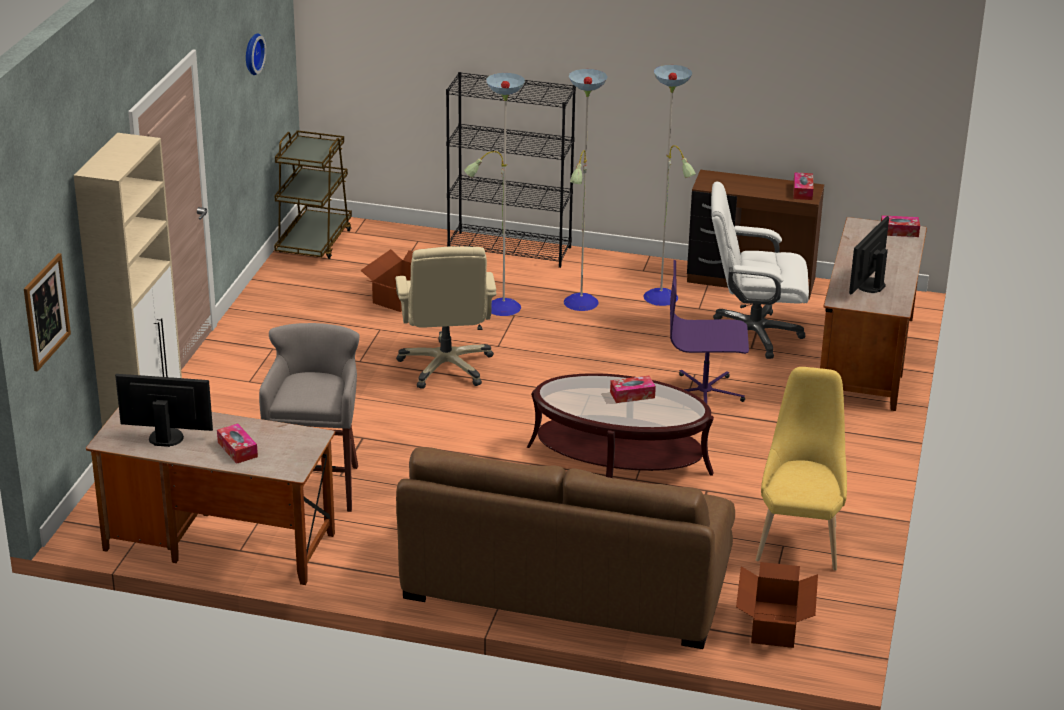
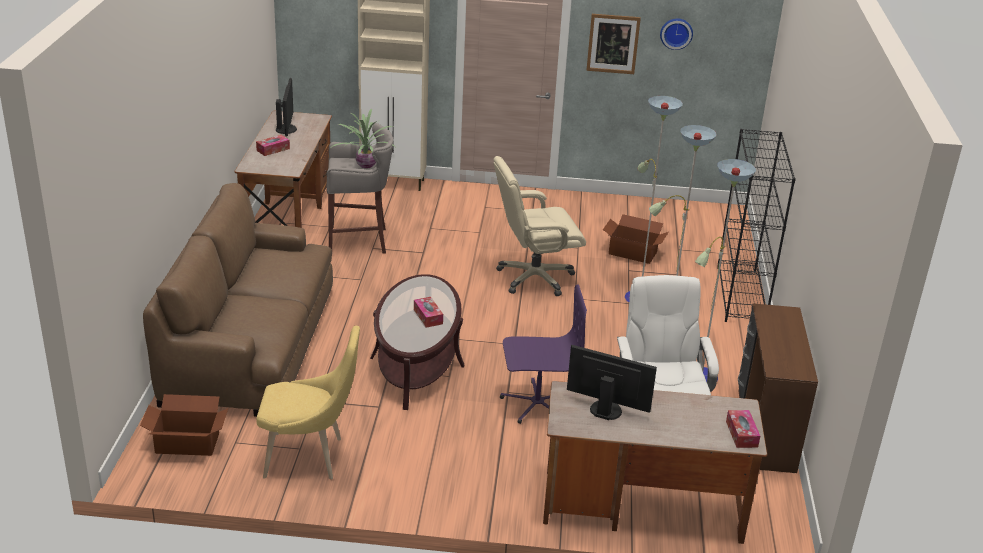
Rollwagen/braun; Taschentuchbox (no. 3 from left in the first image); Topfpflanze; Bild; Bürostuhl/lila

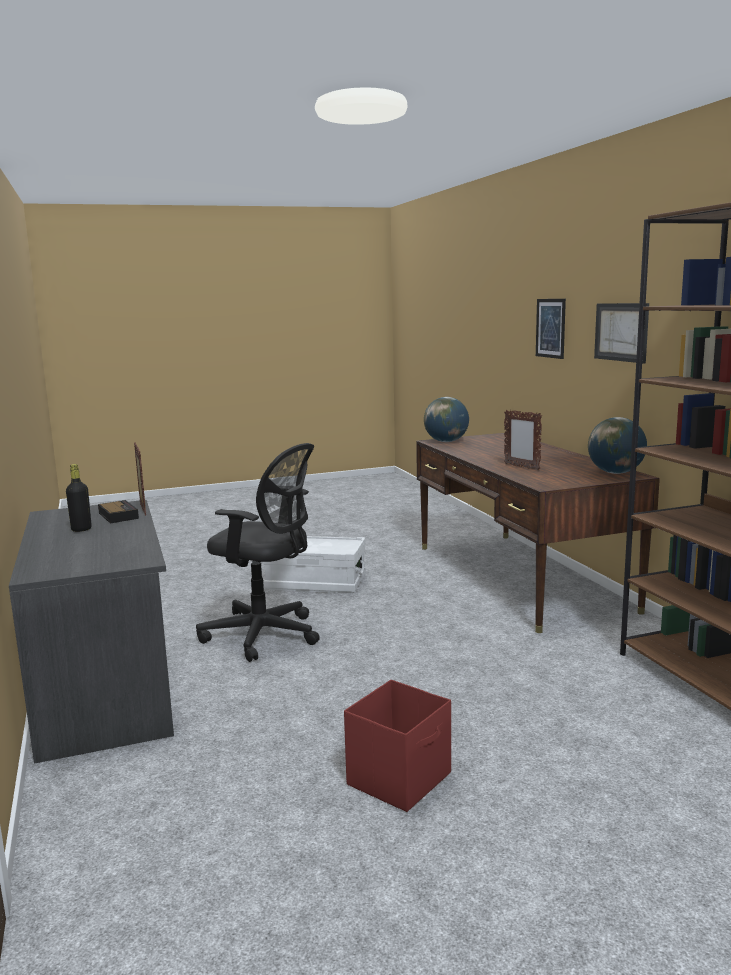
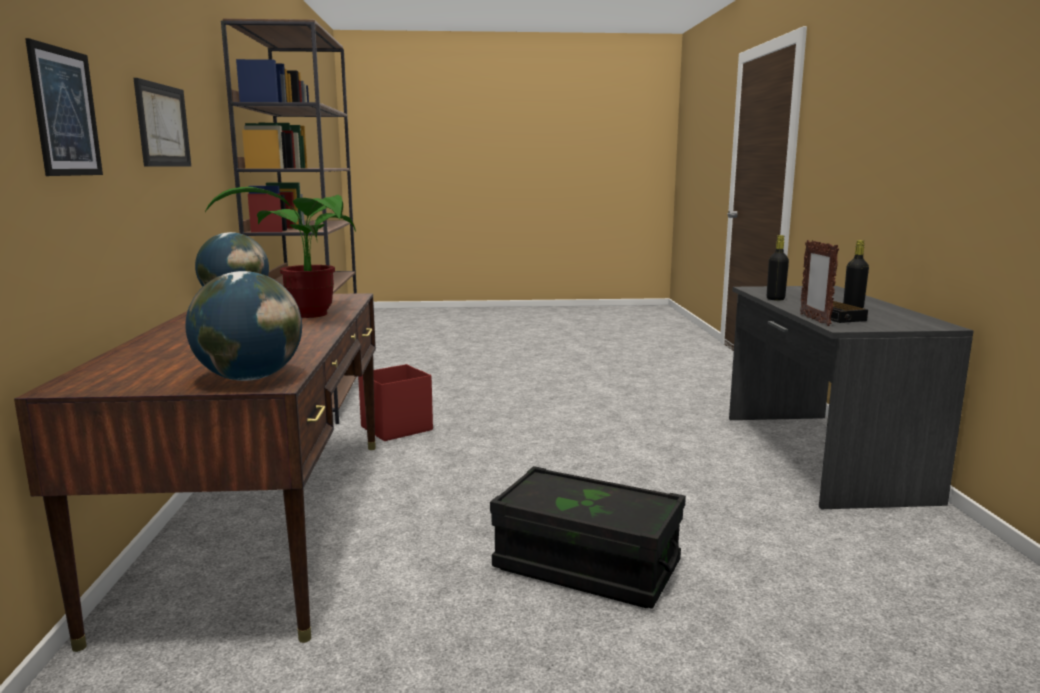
Bürostuhl/schwarz; Flasche/schwarz (no. 1 from left); Aufbewahrungsbox/rot; Topfpflanze; Aufbewahrungsbox/schwarz

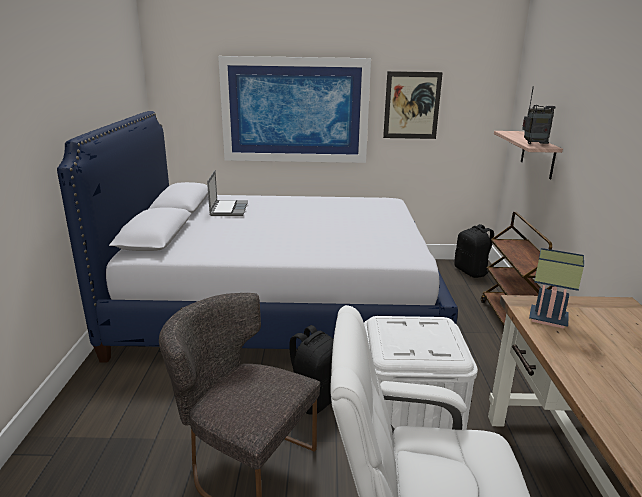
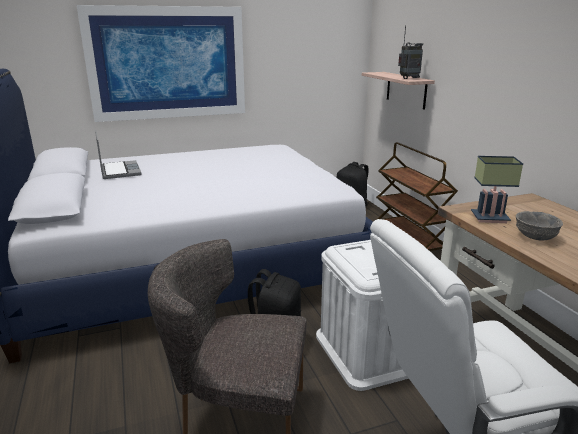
Bild (no. 2 from left in the first image); Schüssel/grau

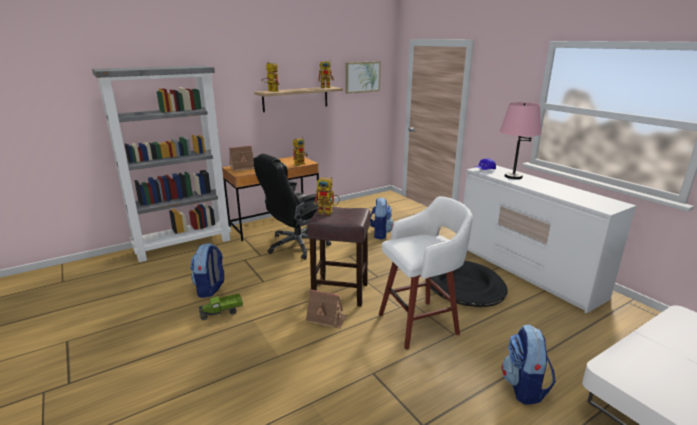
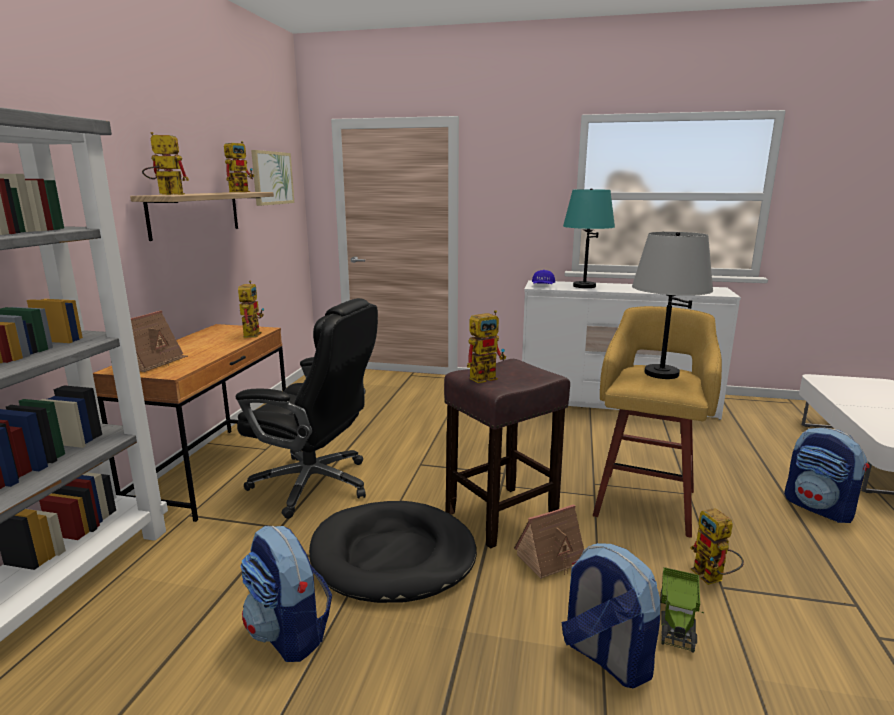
Tischlampe/grau; Spielzeugroboter (no. 5 from left); Spielzeuglaster; Rucksack (no. 2 from left); Hundebett/schwarz; Hocker/gelb; Tischlampe/türkis; Bürostuhl/schwarz

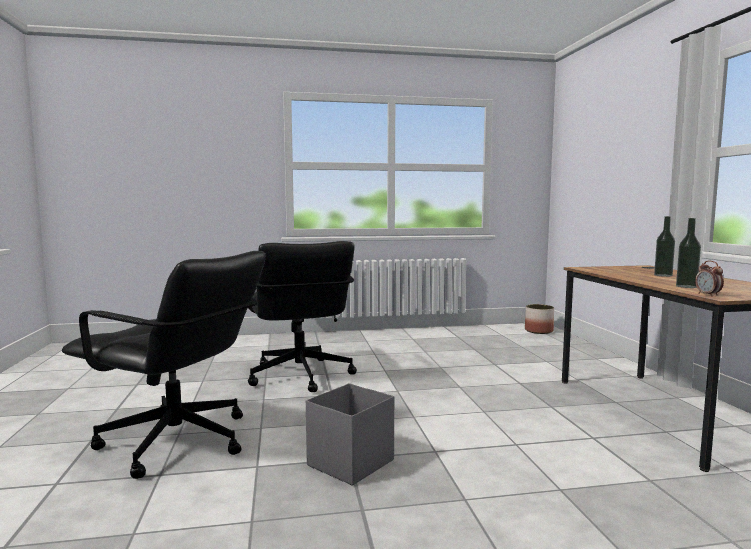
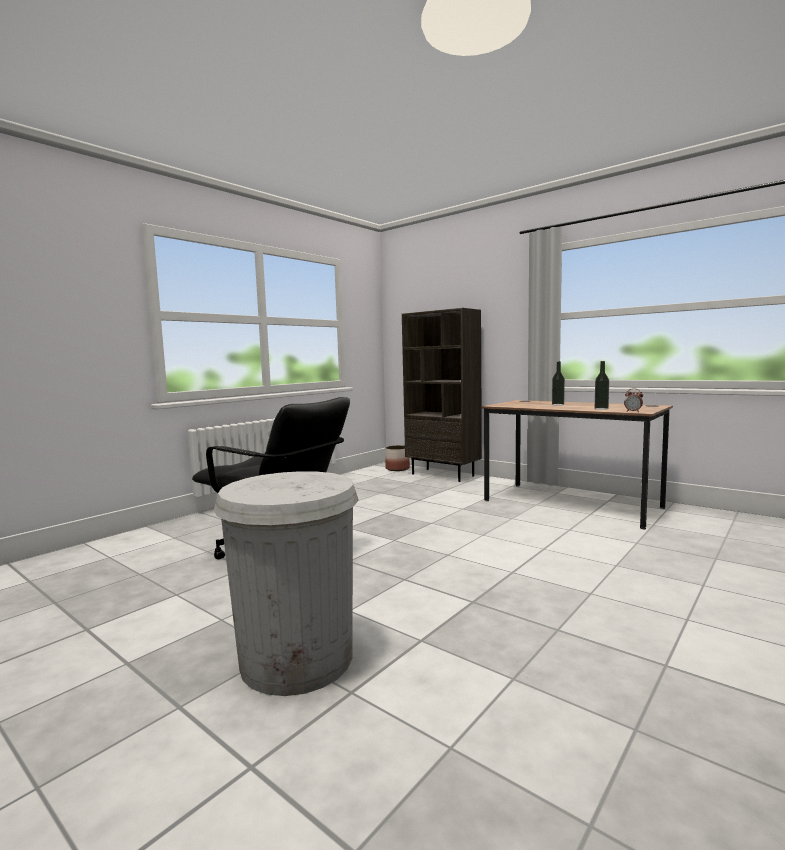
Aufbewahrungsbox/grau; Bücherregal/braun; Mülleimer/weiß

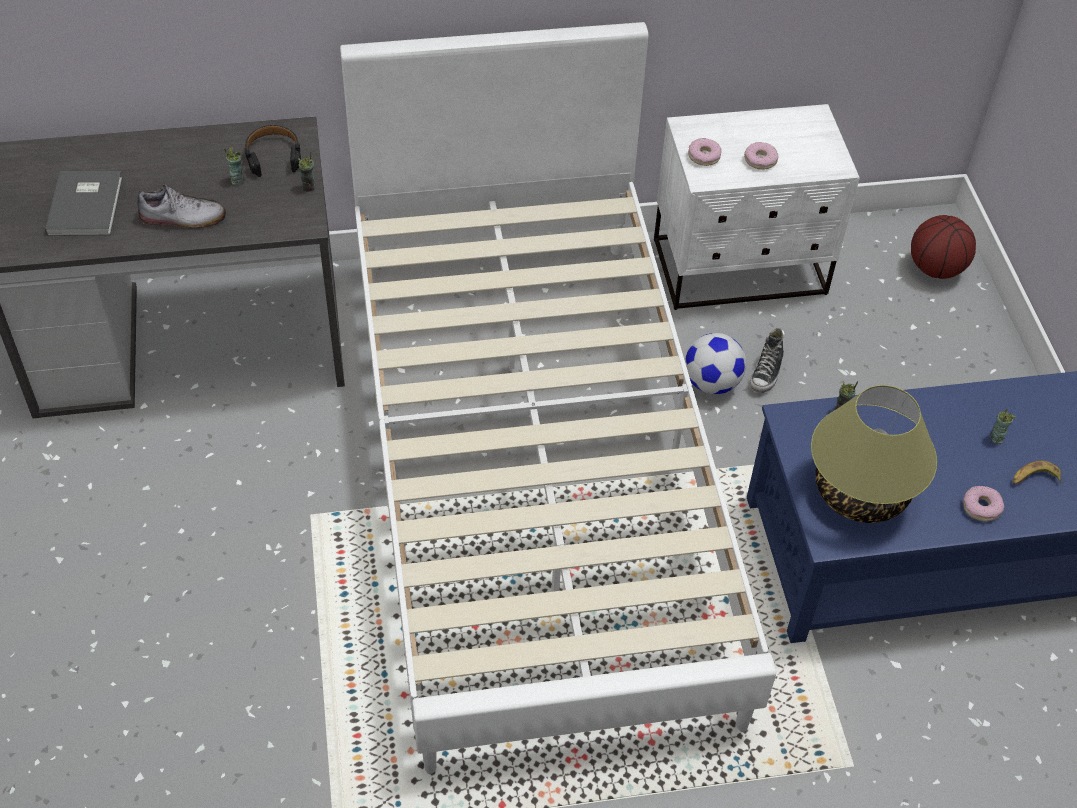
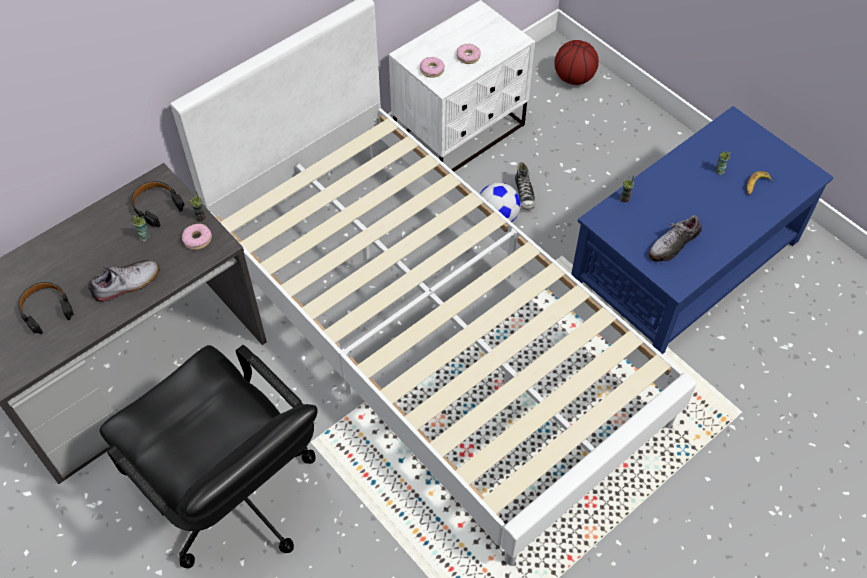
Bürostuhl/schwarz; Donut (no. 1 from left); Kopfhörer/schwarz (no. 1 from left); Schuh (no. 3 from left)

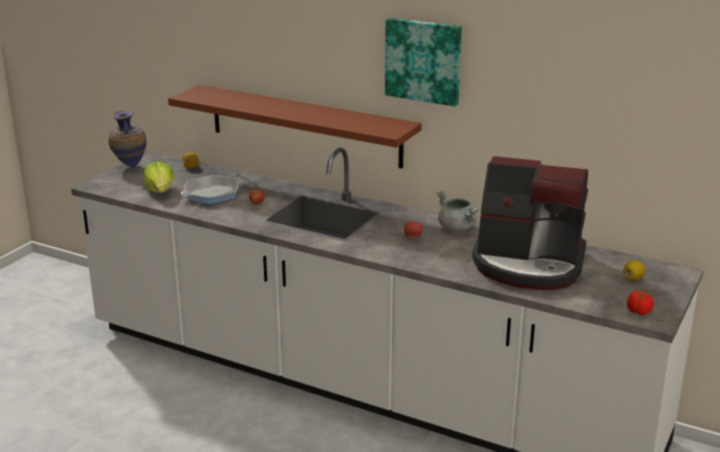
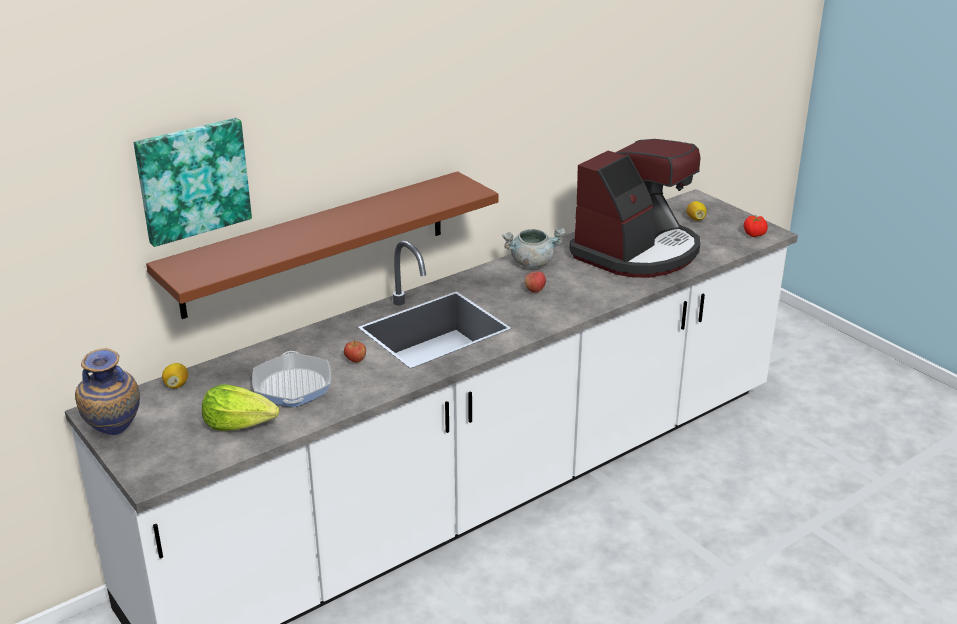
Bild

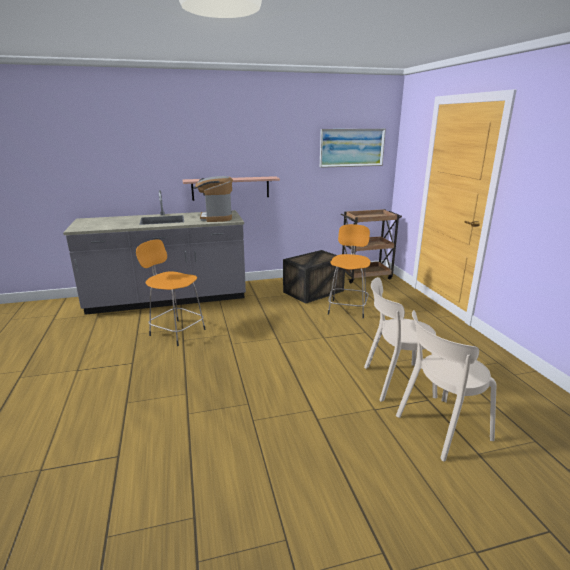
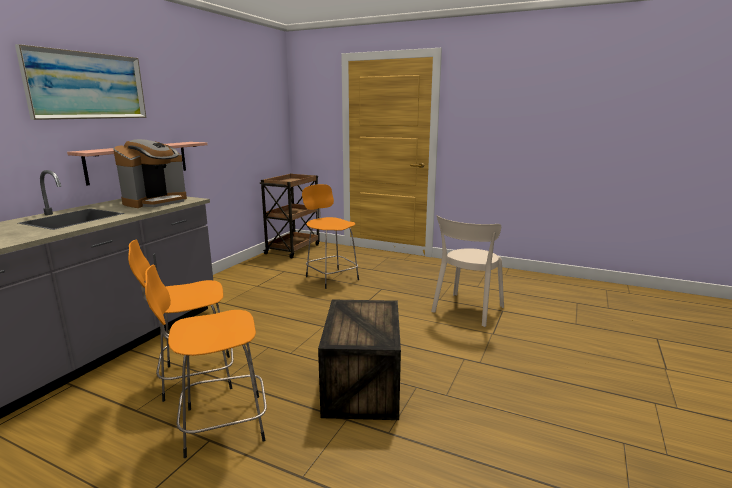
Stuhl/beige (no. 2 from left in the first image); Hocker/orange (no. 2 from left); Kiste; Bild; Kaffeemaschine

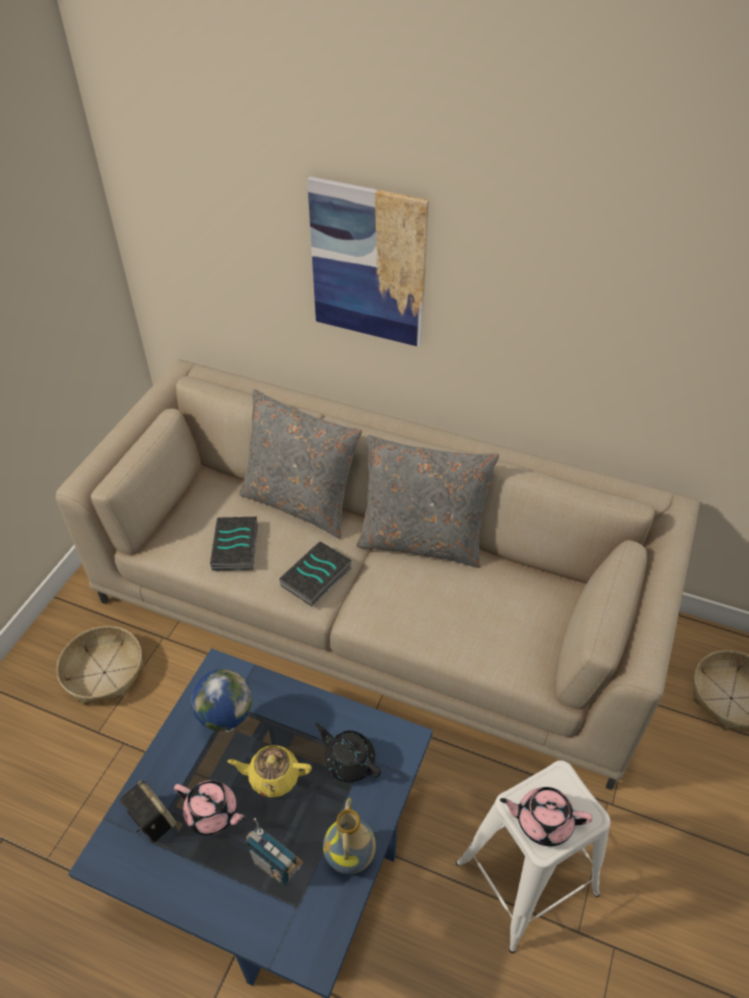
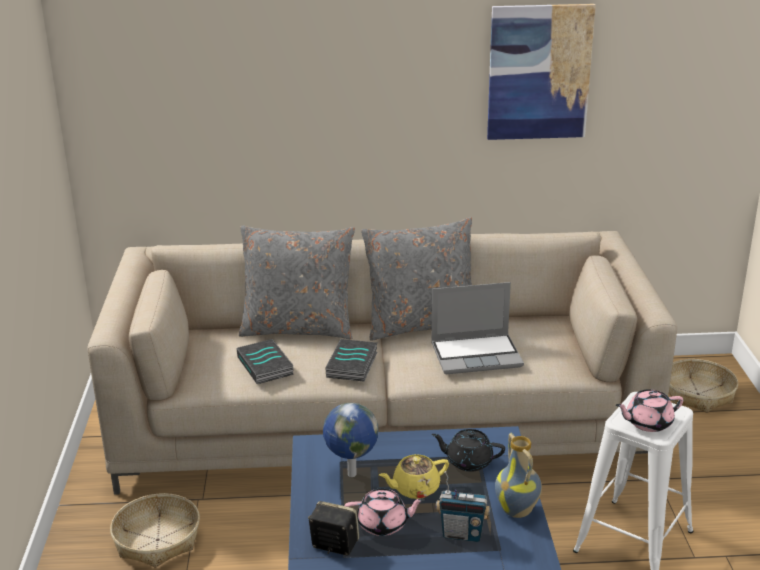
Laptop; Bild

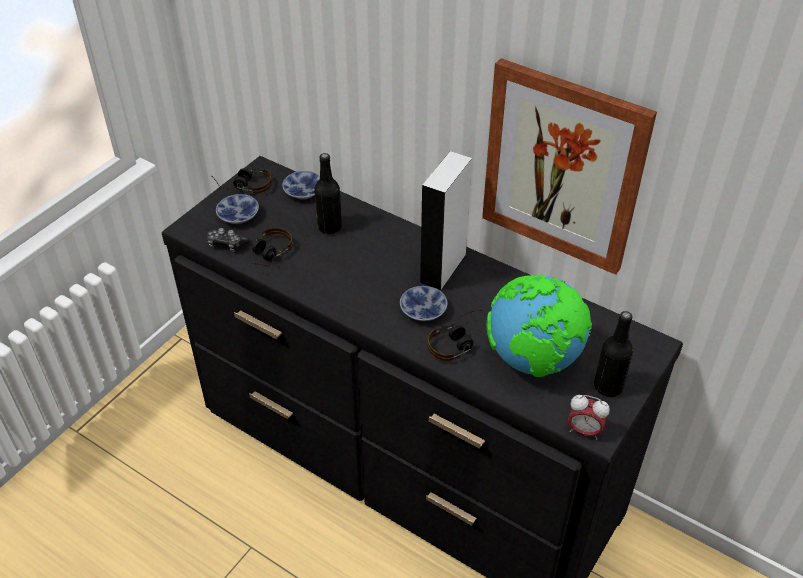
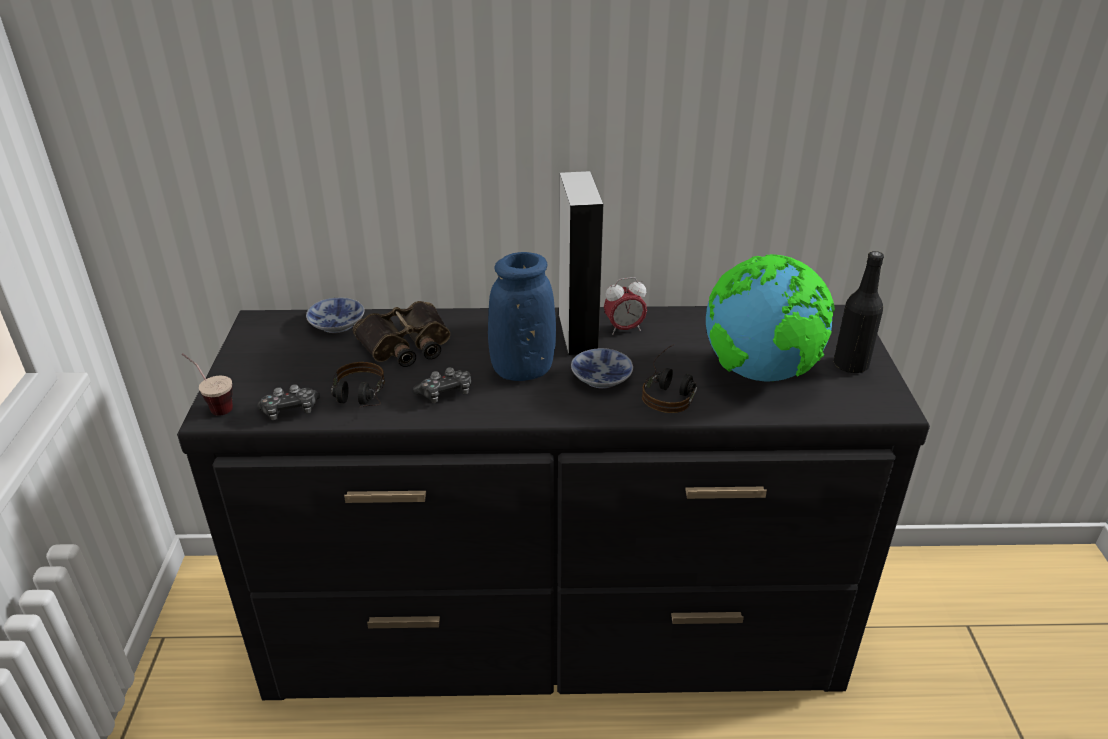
Kopfhörer (no. 1 from left in the first image); Schüssel (no. 1 from left in the first image); Bild; Tasse; Gamepad (no. 2 from left); Vase/blau; Wecker; Fernglas

